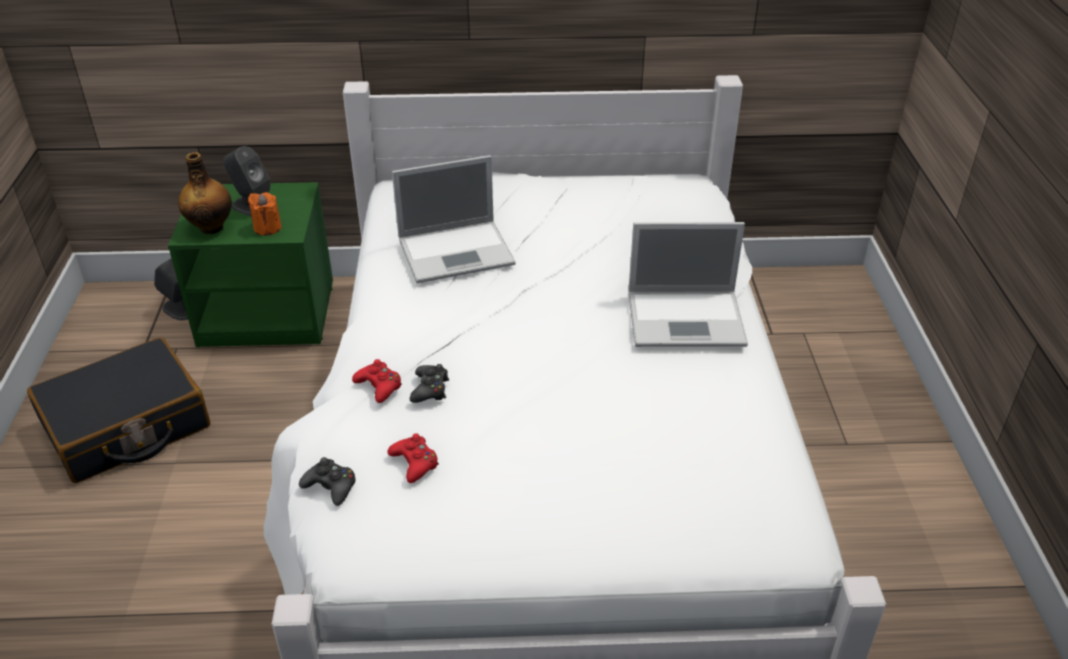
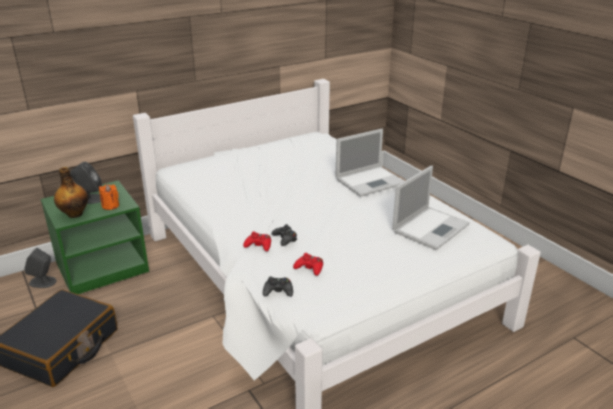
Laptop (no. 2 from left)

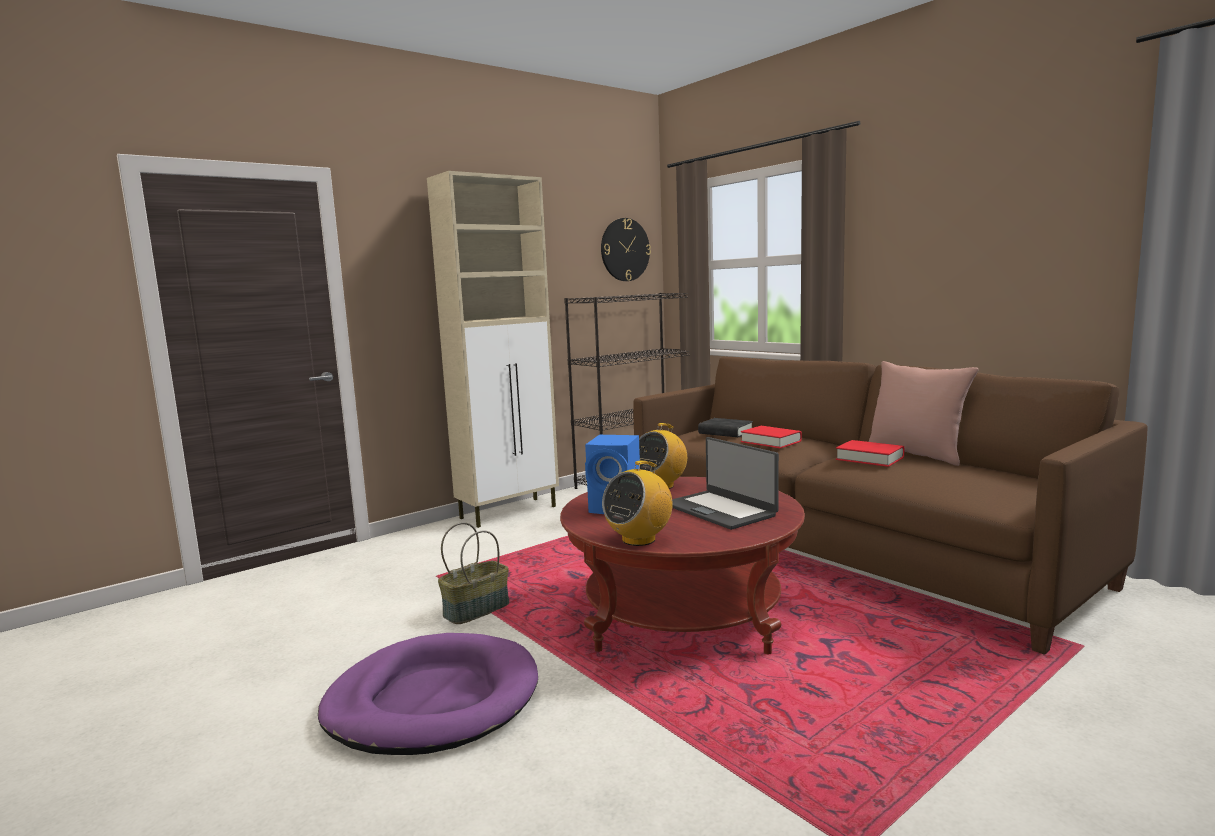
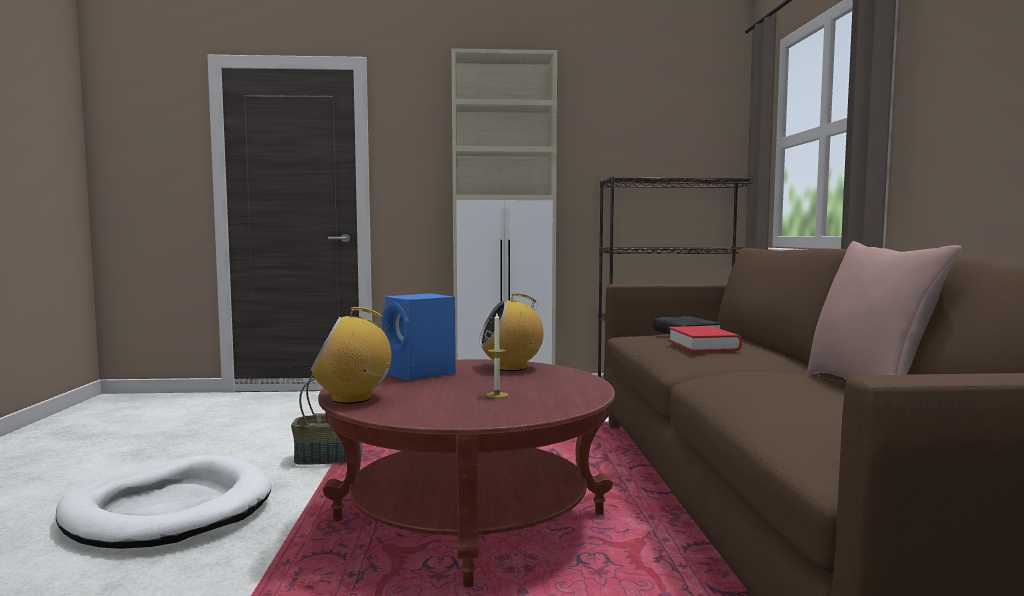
Wanduhr; Buch/rot (no. 2 from left in the first image); Kerze; Hundebett/weiß

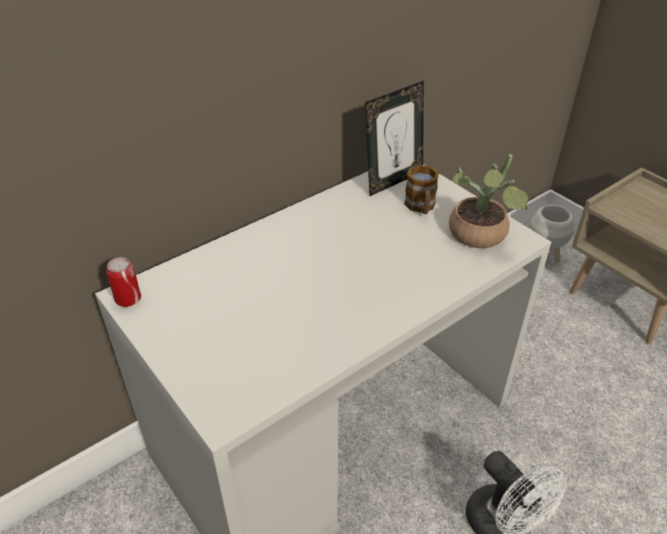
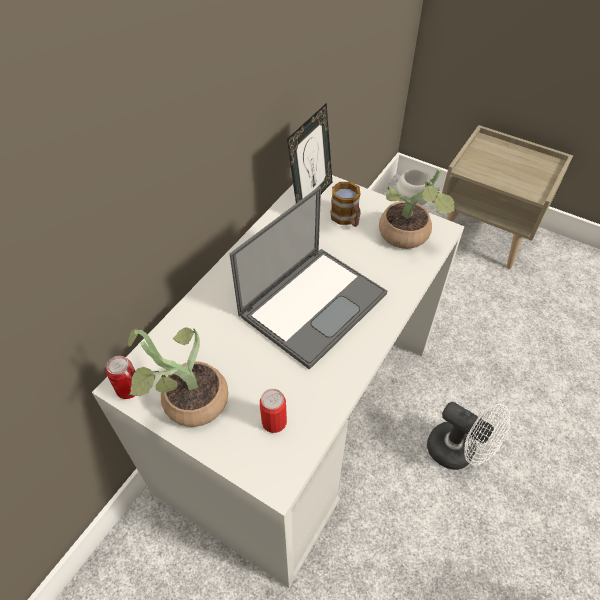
Topfpflanze (no. 1 from left); Laptop; Dose (no. 2 from left)

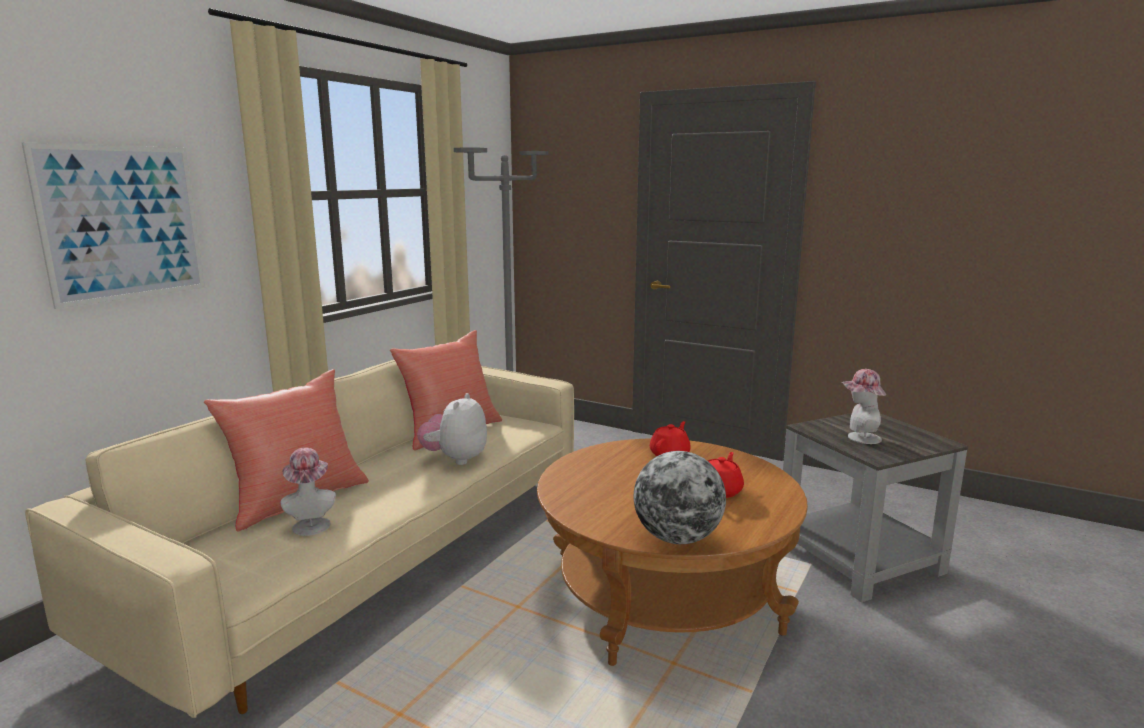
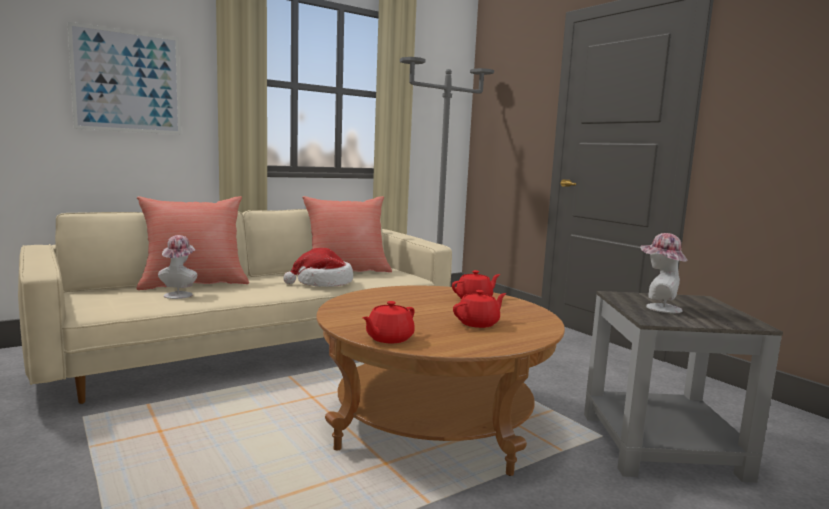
Hut (no. 2 from left); Teekanne/rot (no. 1 from left)

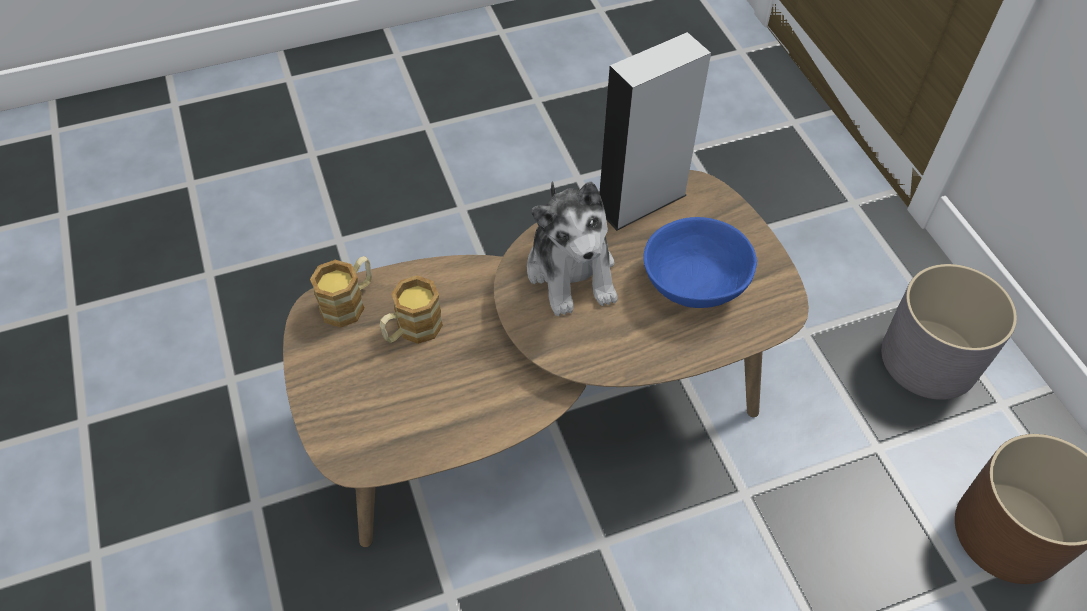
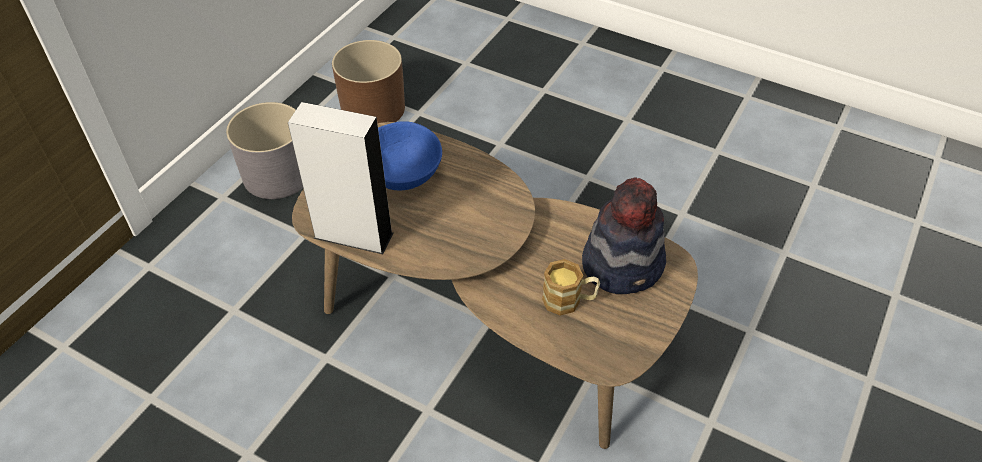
Henkelbecher (no. 1 from left in the first image); Plüschtier; Hut

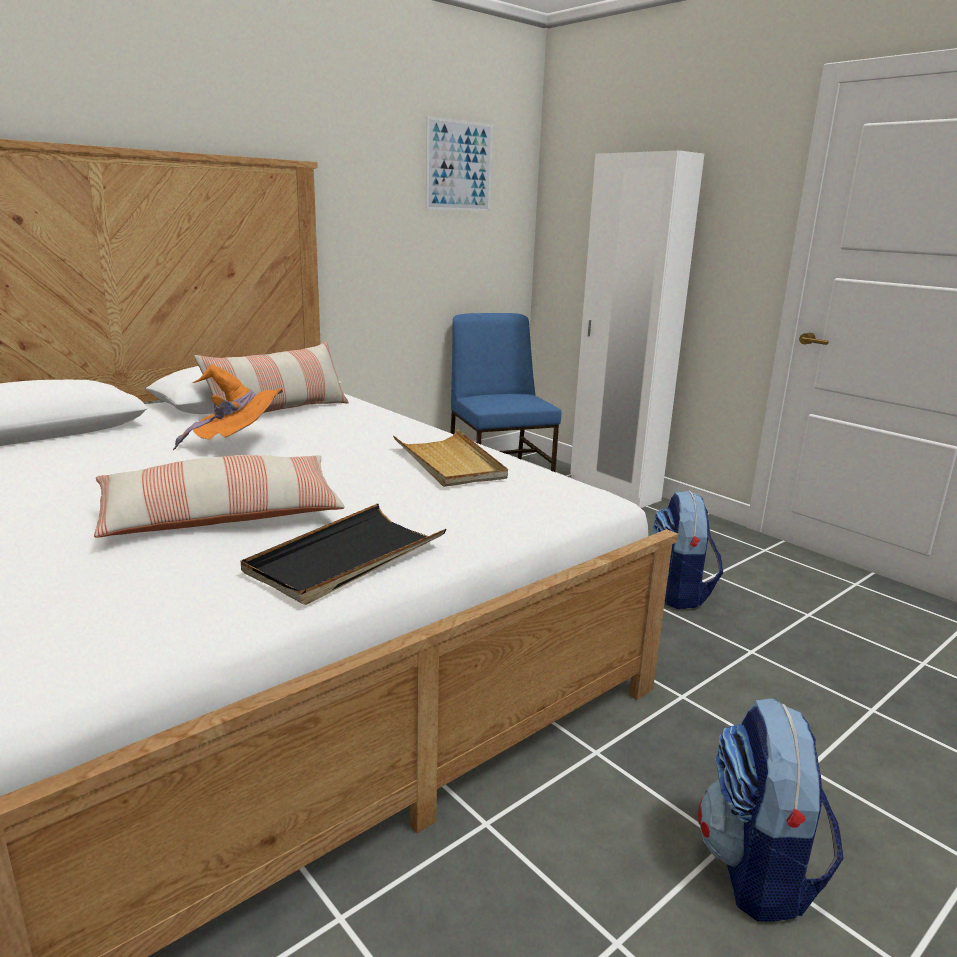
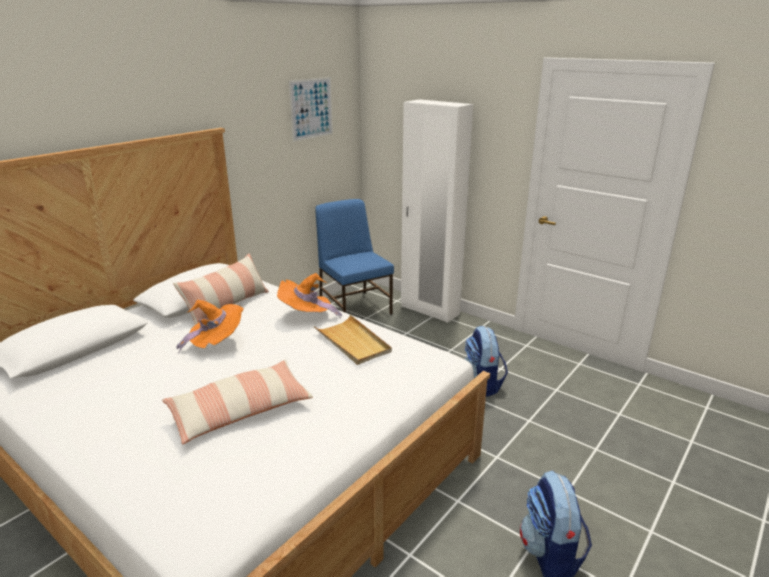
Tablett/schwarz; Hut/orange (no. 2 from left)

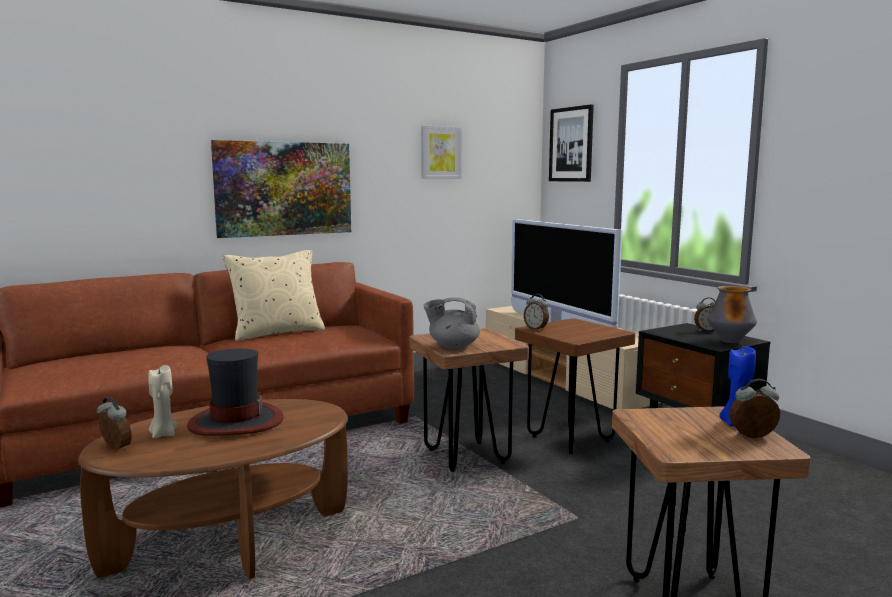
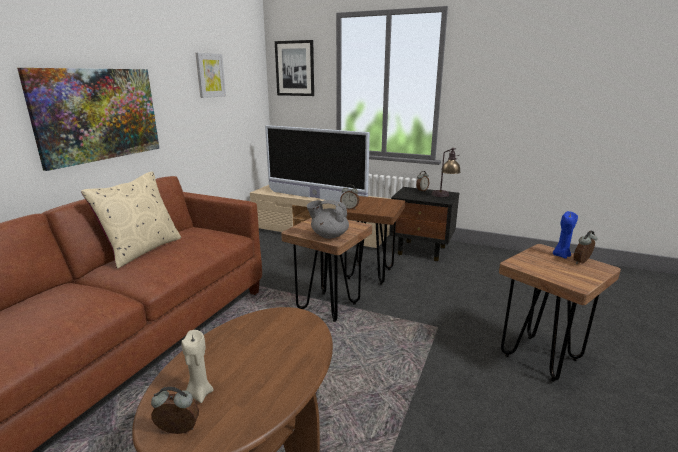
Hut; Tischlampe; Teekanne/grau

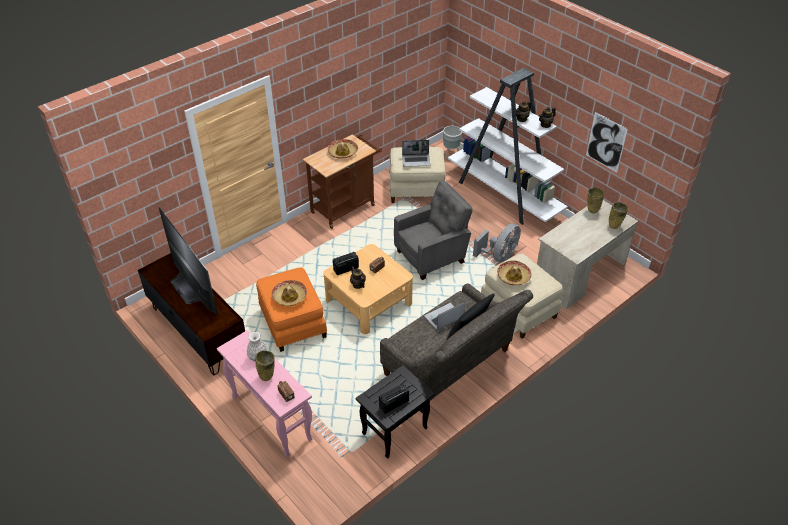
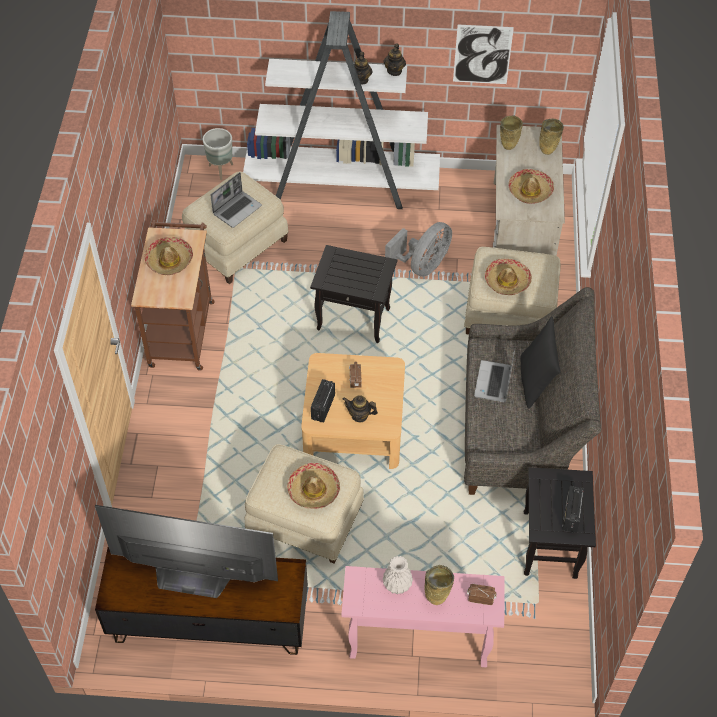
Hut (no. 4 from left); Beistelltisch/schwarz (no. 1 from left); Polsterhocker/beige (no. 2 from left); Ventilator/grau

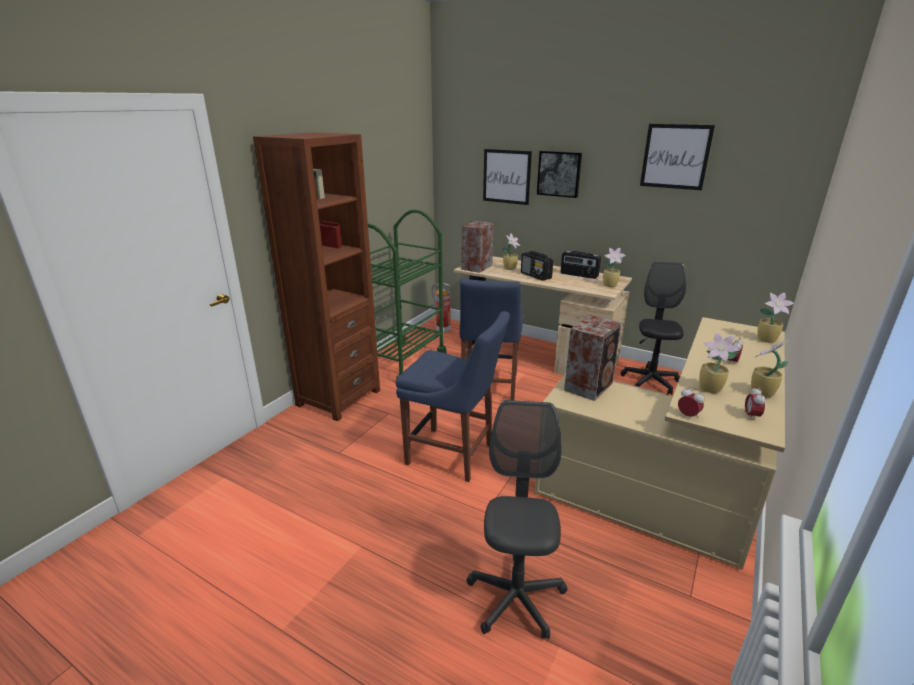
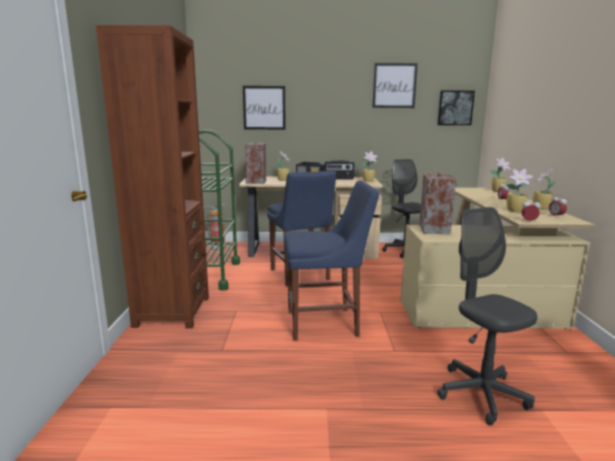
Bild (no. 3 from left)

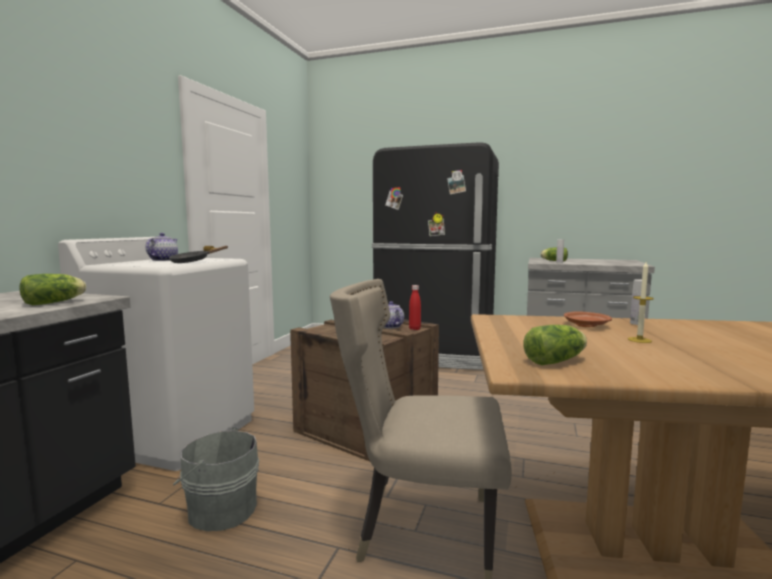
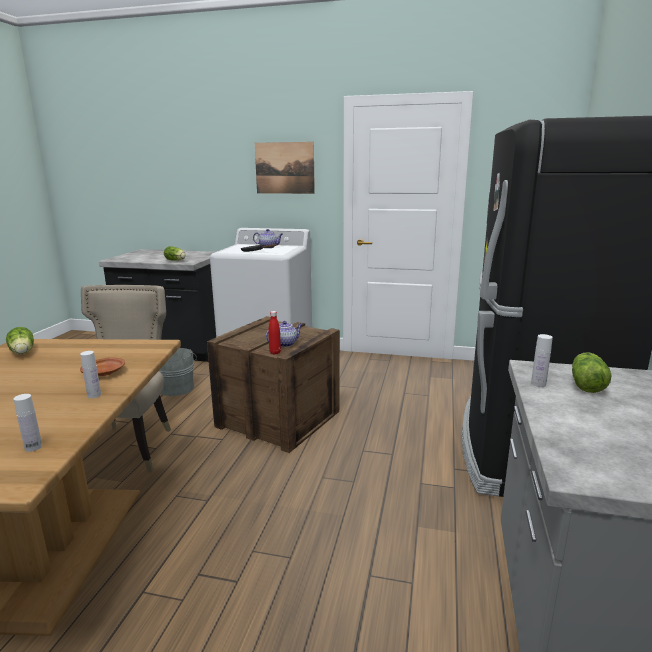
Kerze; Flasche/weiß (no. 1 from left); Bild

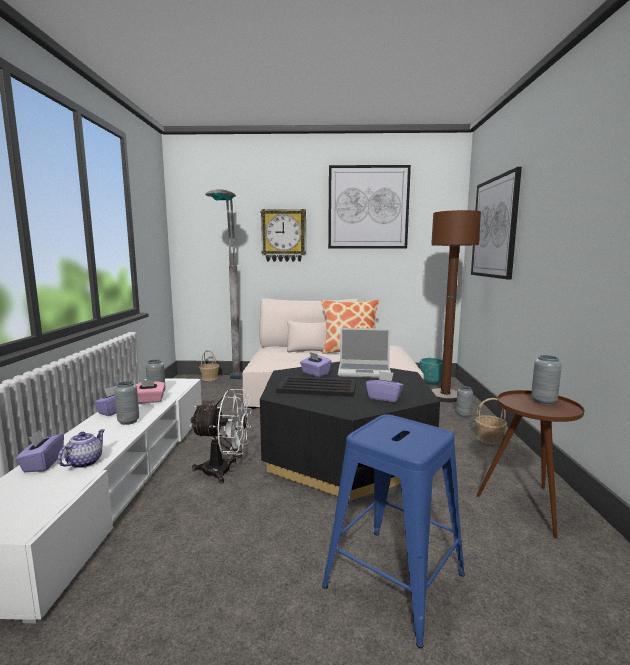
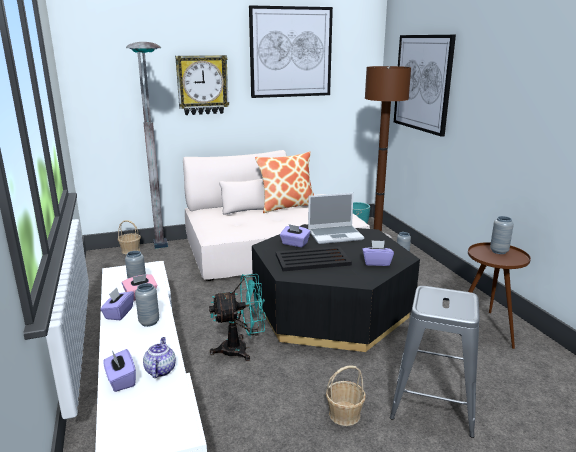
Korb (no. 2 from left); Ventilator/türkis; Hocker/grau

